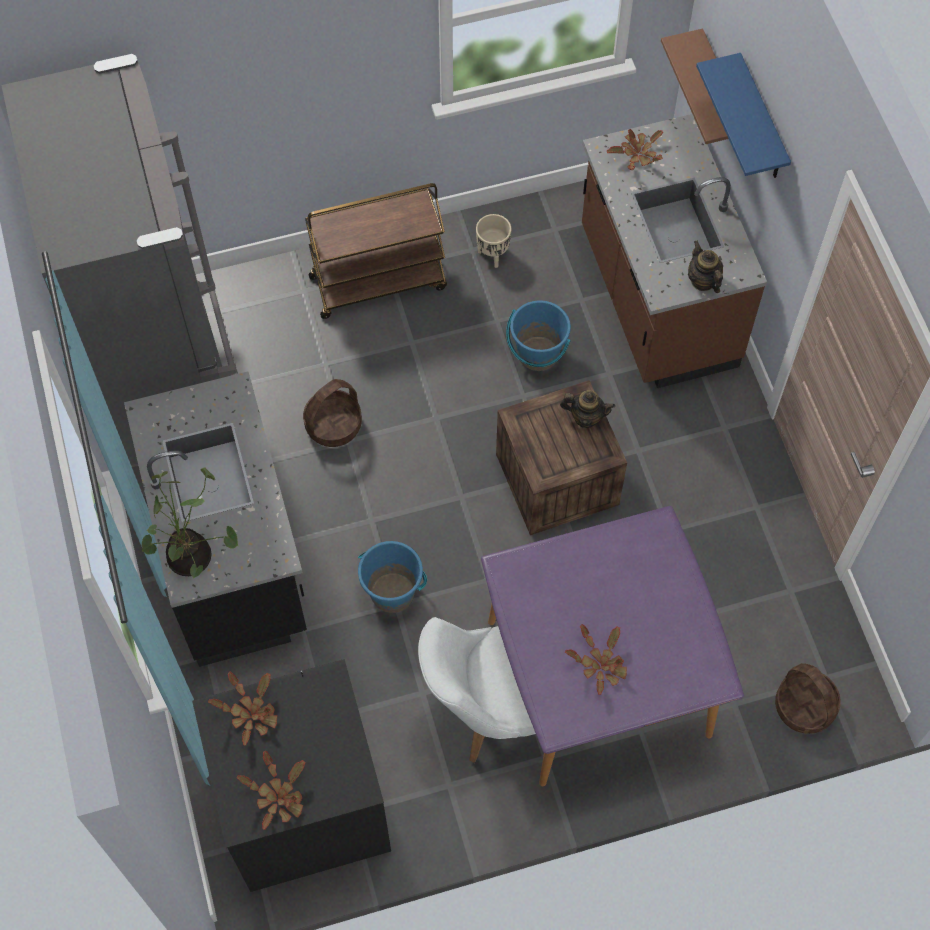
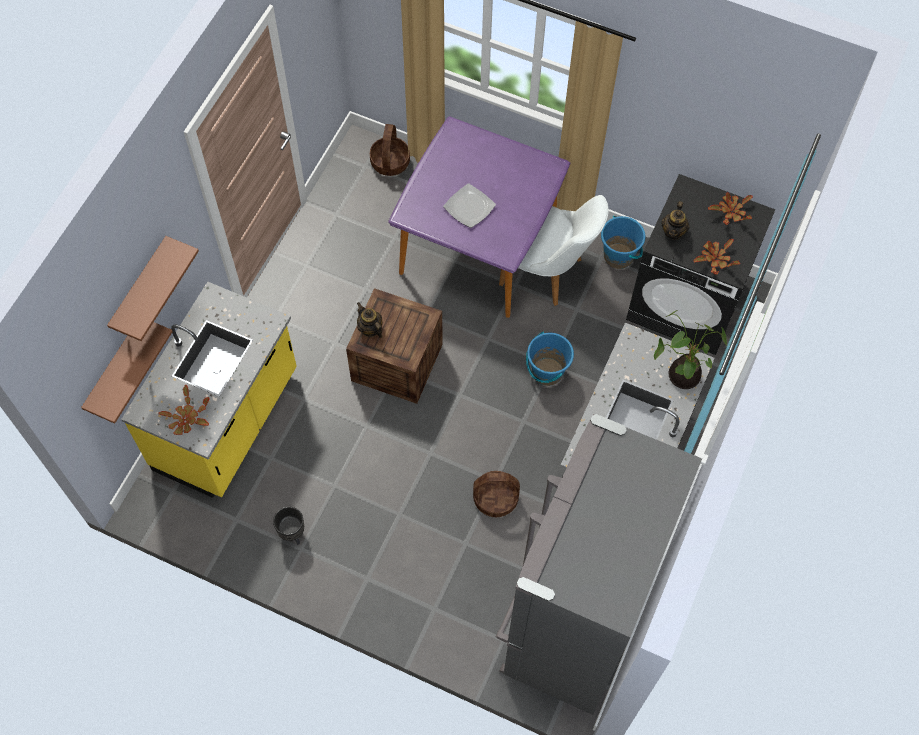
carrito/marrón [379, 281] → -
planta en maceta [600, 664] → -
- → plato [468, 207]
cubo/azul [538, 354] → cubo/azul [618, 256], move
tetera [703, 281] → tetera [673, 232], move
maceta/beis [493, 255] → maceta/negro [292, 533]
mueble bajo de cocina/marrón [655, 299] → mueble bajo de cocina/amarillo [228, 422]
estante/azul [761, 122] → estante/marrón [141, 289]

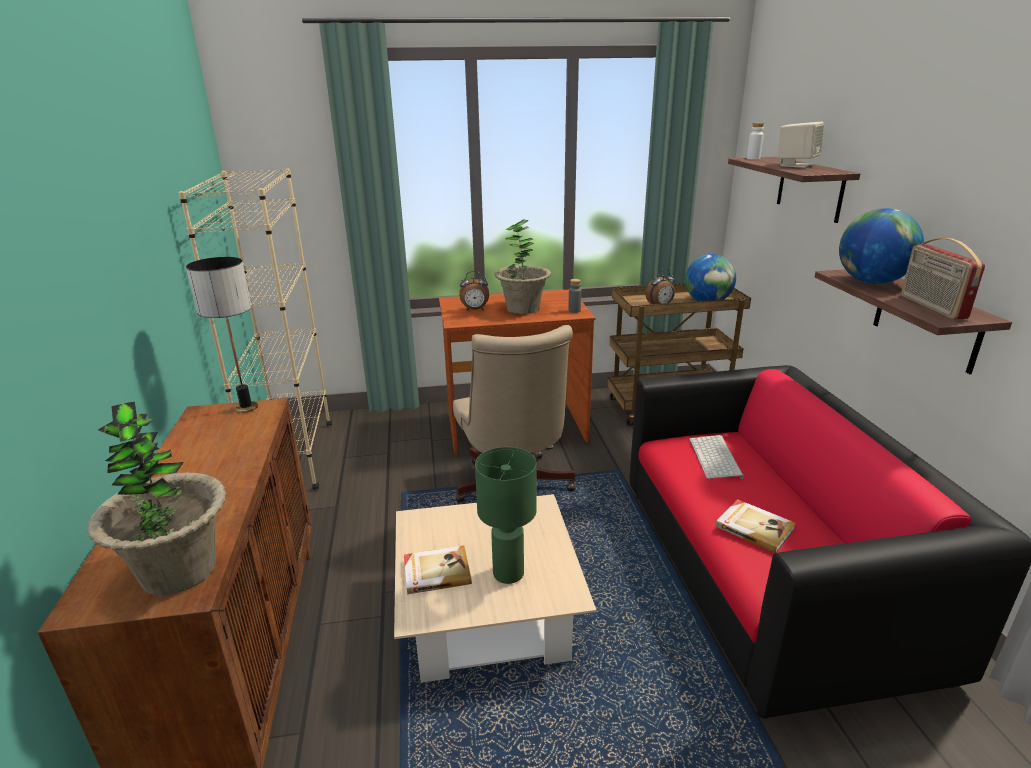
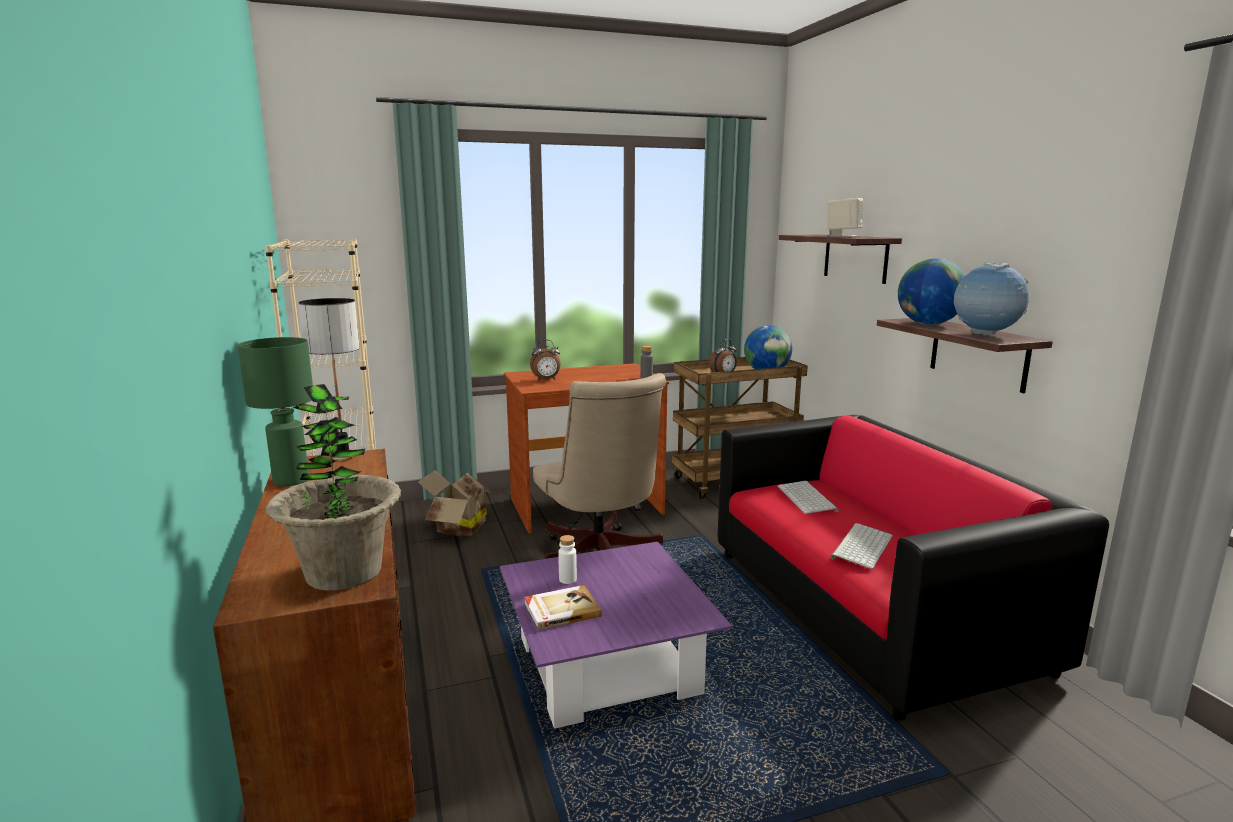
planta en maceta [523, 309] → -
- → caja de cartón [457, 528]
lámpara de mesa/verde [509, 574] → lámpara de mesa/verde [291, 481], move
botella/blanco [753, 158] → botella/blanco [567, 579], move
libro [754, 527] → teclado [861, 546]
radio [931, 307] → globo terráqueo [985, 335]
mesa de centro/beis [488, 615] → mesa de centro/morado [607, 665]

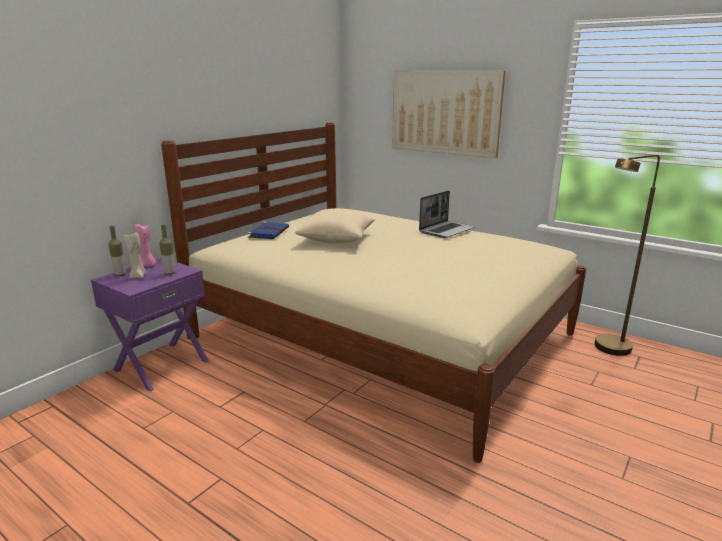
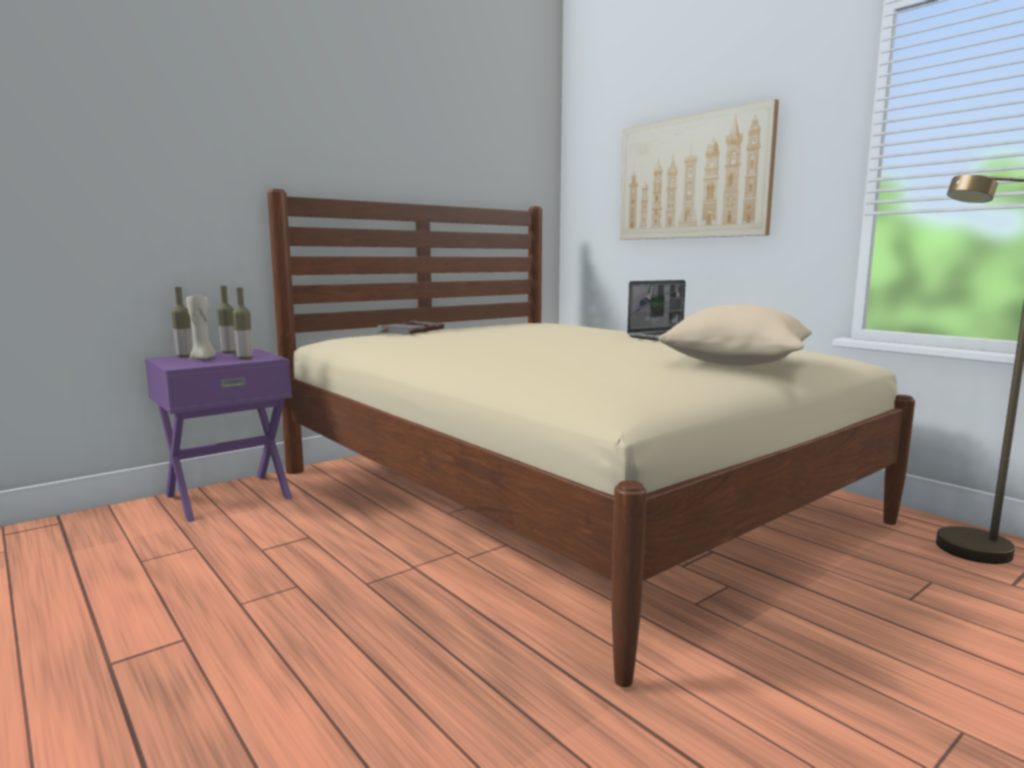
cojín/beis [337, 239] → cojín/beis [736, 363], move
vela/rosa [147, 265] → botella [228, 353]
libro/azul [269, 232] → libro/gris [412, 331]

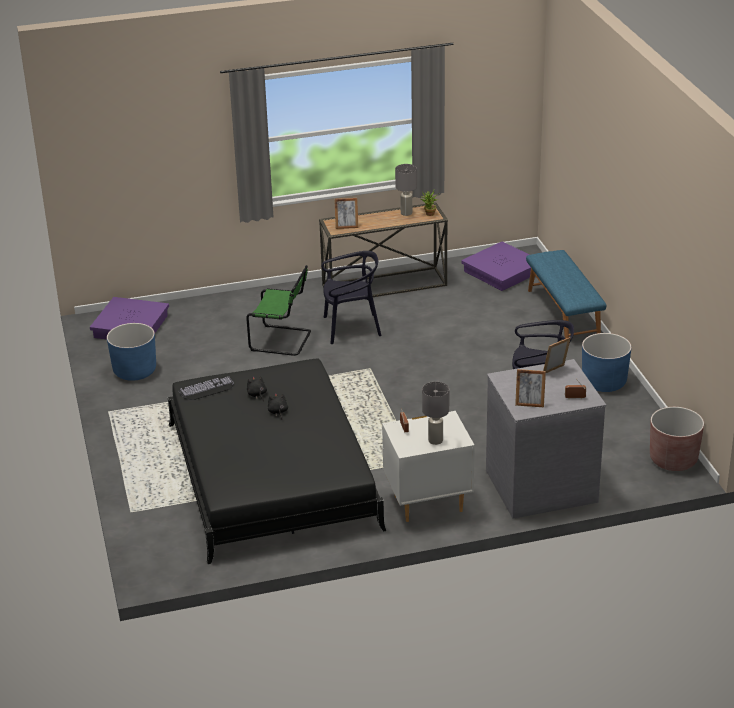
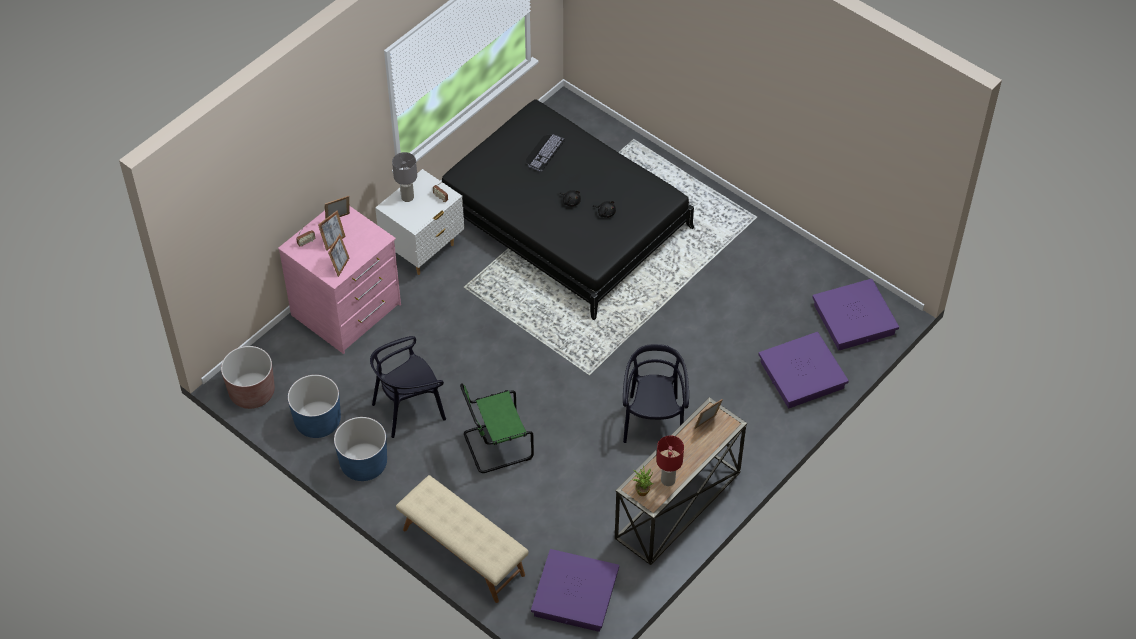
- → portarretratos [333, 241]
- → caja de almacenaje/morado [802, 375]
maceta/azul [135, 371] → maceta/azul [318, 421], move
teclado [207, 389] → teclado [544, 151], move
silla/verde [283, 341] → silla/verde [495, 446], move
lámpara de mesa/gris [406, 213] → lámpara de mesa/rojo [667, 480]
cómoda/gris [540, 485] → cómoda/rosa [347, 311]
banco/azul [564, 314] → banco/beis [462, 552]
silla/negro [351, 328] → silla/negro [653, 421], 135 degrees clockwise

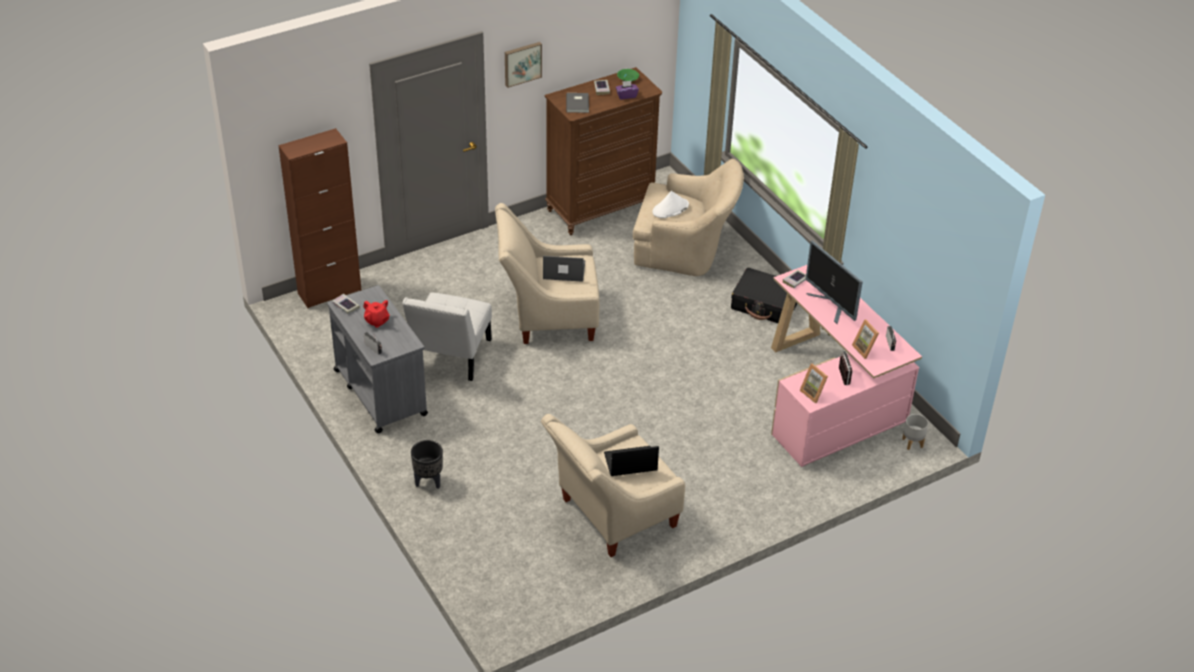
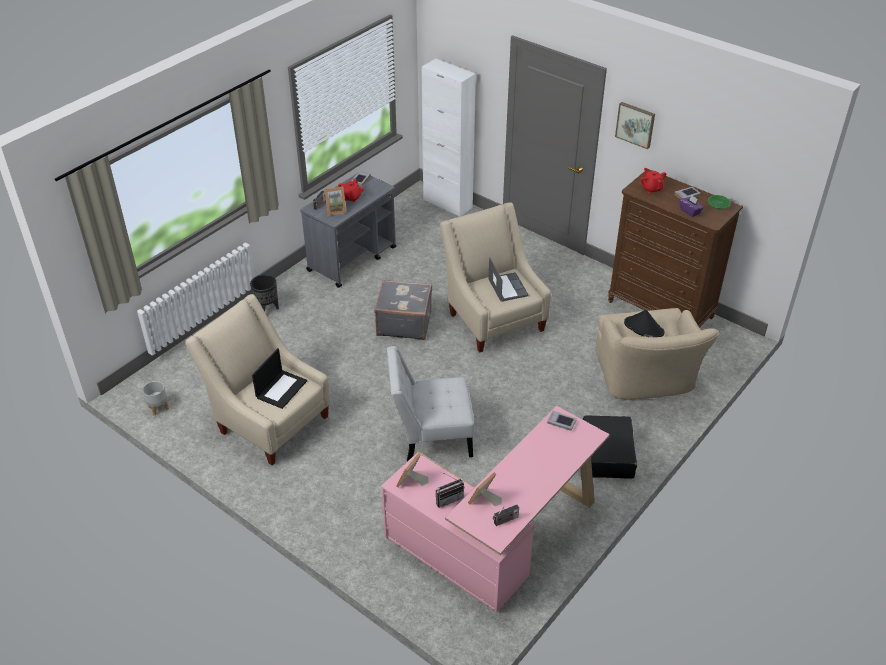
monitor [831, 306] → -
- → portarretratos [335, 210]
- → maleta/gris [404, 323]
silla/blanco [450, 357] → silla/blanco [431, 436], move
maceta/gris [912, 443] → maceta/gris [158, 408], move
libro/gris [578, 103] → tetera/rojo [651, 188]
armario/marrón [329, 292] → armario/blanco [447, 203]
sombrero/blanco [670, 209] → sombrero/negro [643, 328]
portátil [630, 462] → portátil [281, 389], 60 degrees clockwise

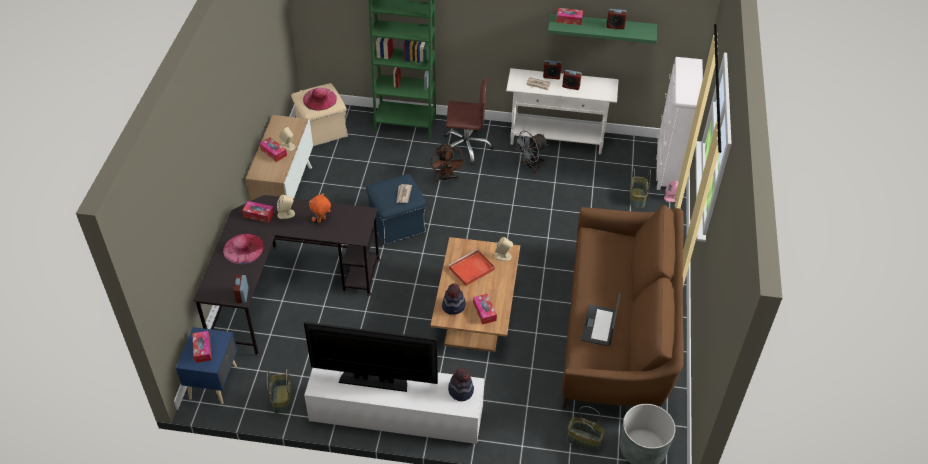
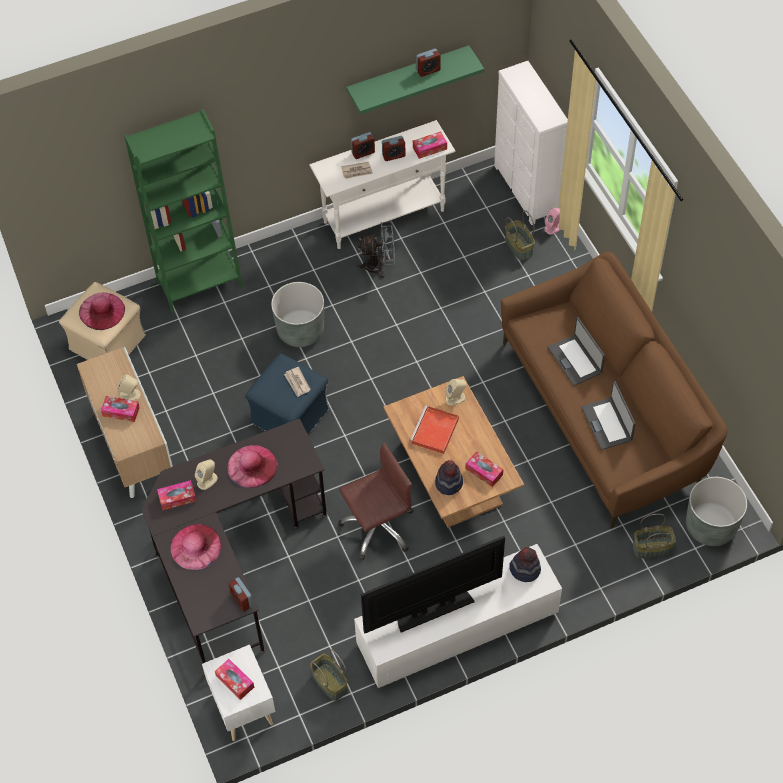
- → portátil [575, 360]
silla de oficina/marrón [466, 147] → silla de oficina/marrón [377, 527], move
caja de pañuelos [569, 20] → caja de pañuelos [429, 148], move
peluche/naranja [321, 220] → sombrero/rosa [252, 466]
ventilador/marrón [446, 178] → maceta/gris [300, 330]
mesita de noche/azul [214, 382] → mesita de noche/blanco [243, 706]
ventilador/gris [529, 166] → ventilador/gris [379, 266], 120 degrees counterclockwise

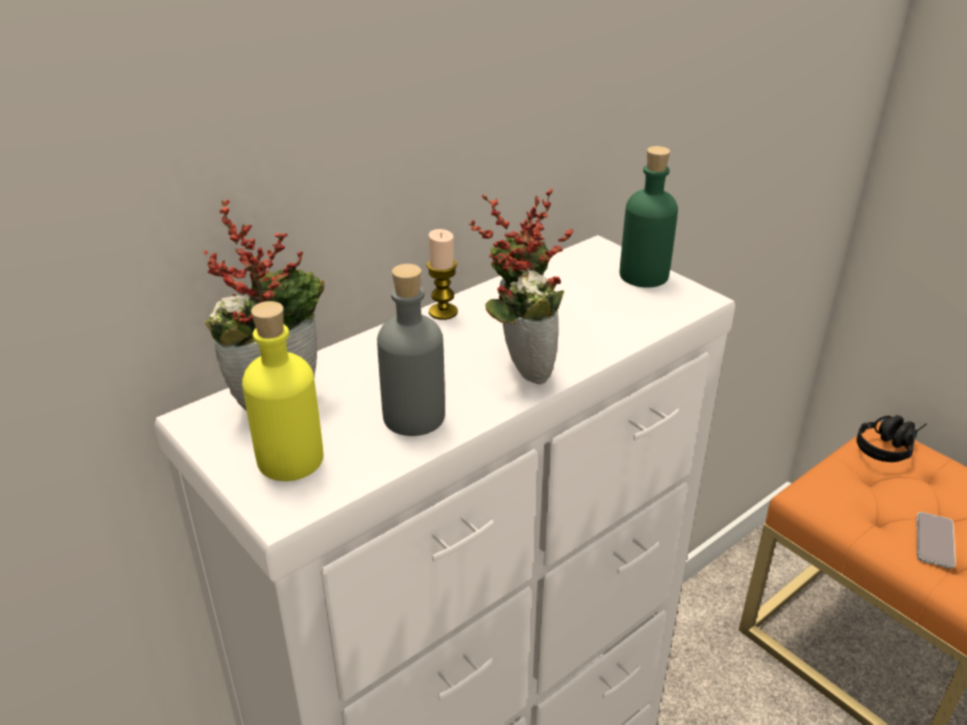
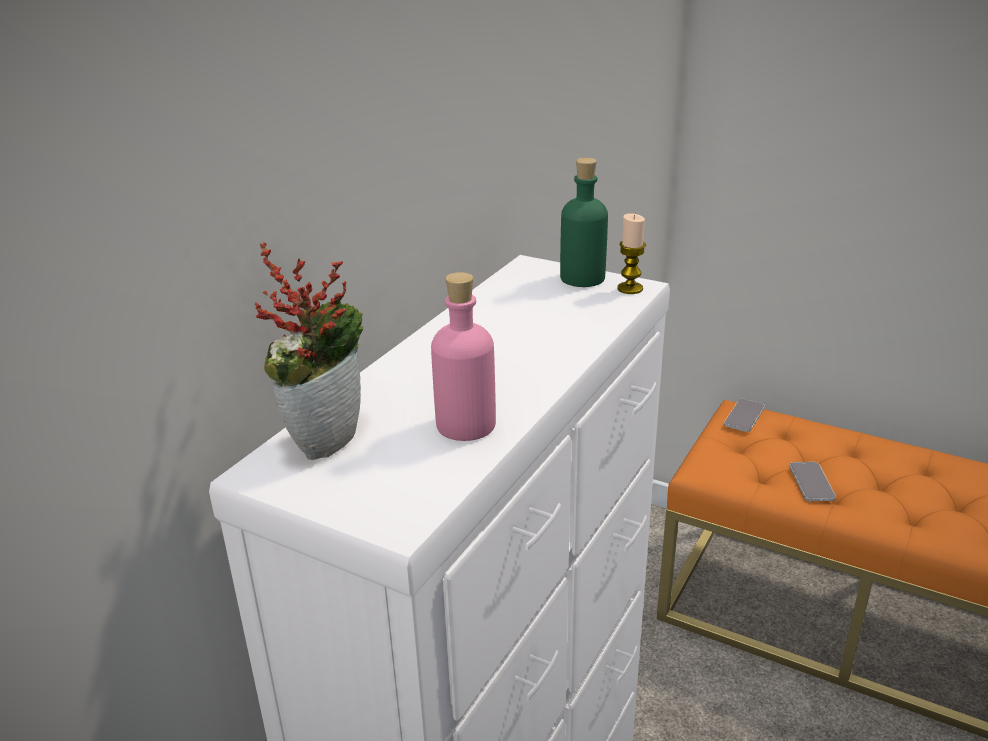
botella/amarillo [290, 459] → -
planta en maceta [519, 366] → -
vela [443, 312] → vela [630, 288], move
auriculares/negro [889, 445] → móvil [744, 416]
botella/gris [414, 417] → botella/rosa [466, 424]

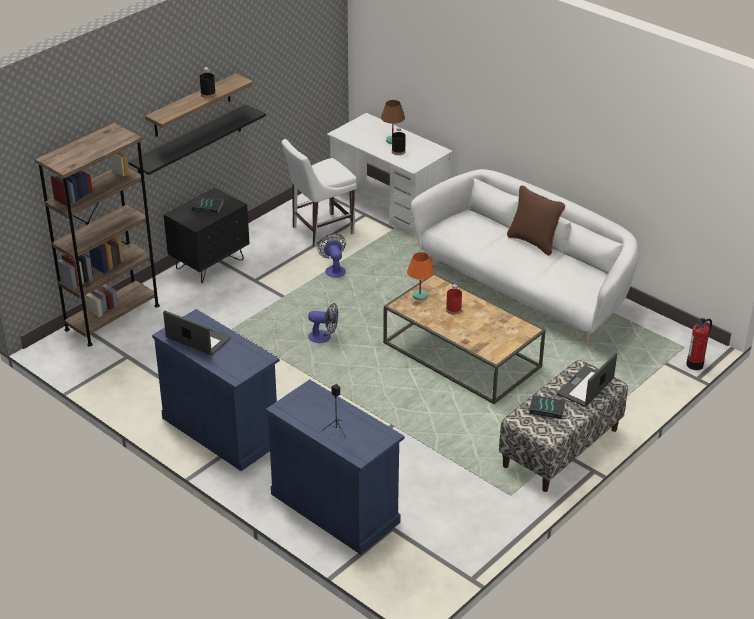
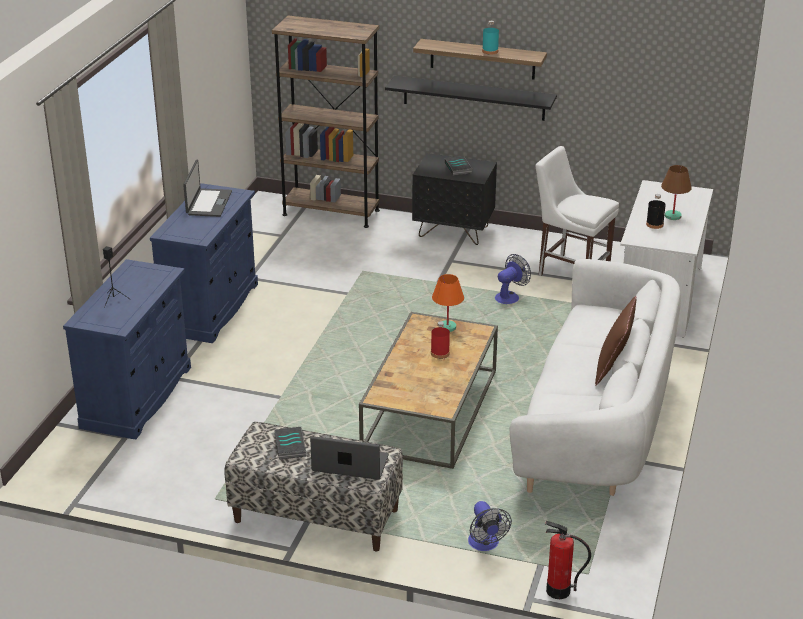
ventilador [324, 337] → ventilador [485, 545], move
botella/negro [208, 94] → botella/turquesa [490, 51]

